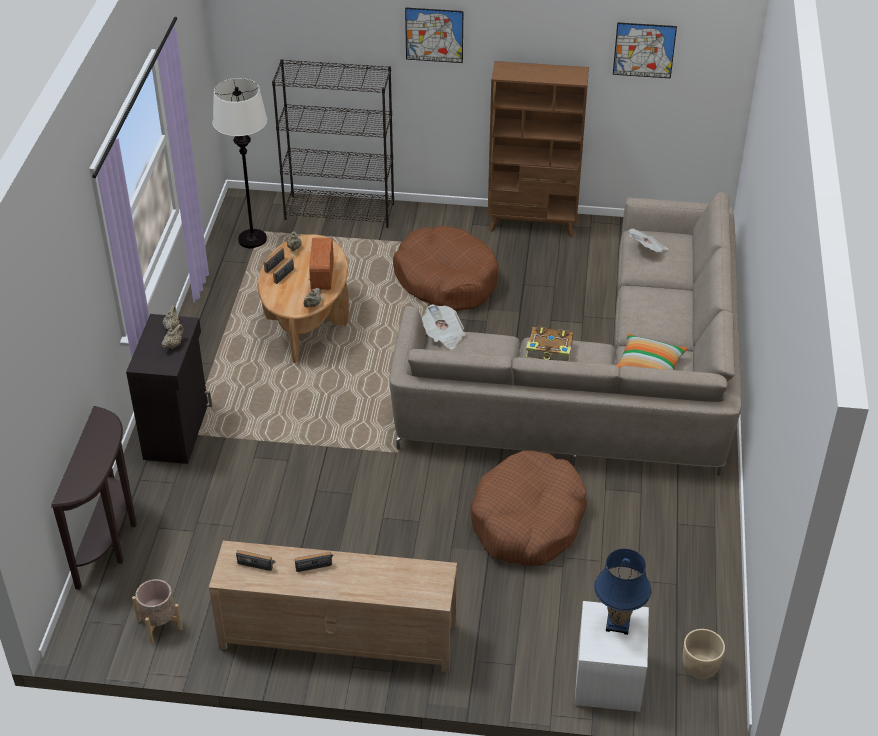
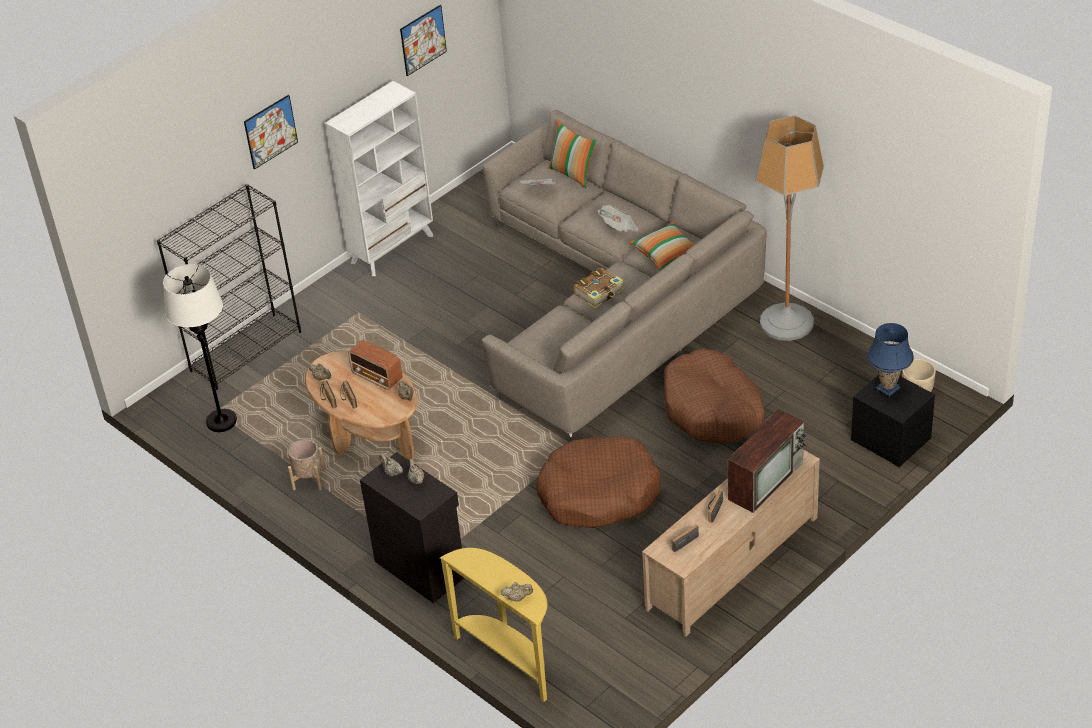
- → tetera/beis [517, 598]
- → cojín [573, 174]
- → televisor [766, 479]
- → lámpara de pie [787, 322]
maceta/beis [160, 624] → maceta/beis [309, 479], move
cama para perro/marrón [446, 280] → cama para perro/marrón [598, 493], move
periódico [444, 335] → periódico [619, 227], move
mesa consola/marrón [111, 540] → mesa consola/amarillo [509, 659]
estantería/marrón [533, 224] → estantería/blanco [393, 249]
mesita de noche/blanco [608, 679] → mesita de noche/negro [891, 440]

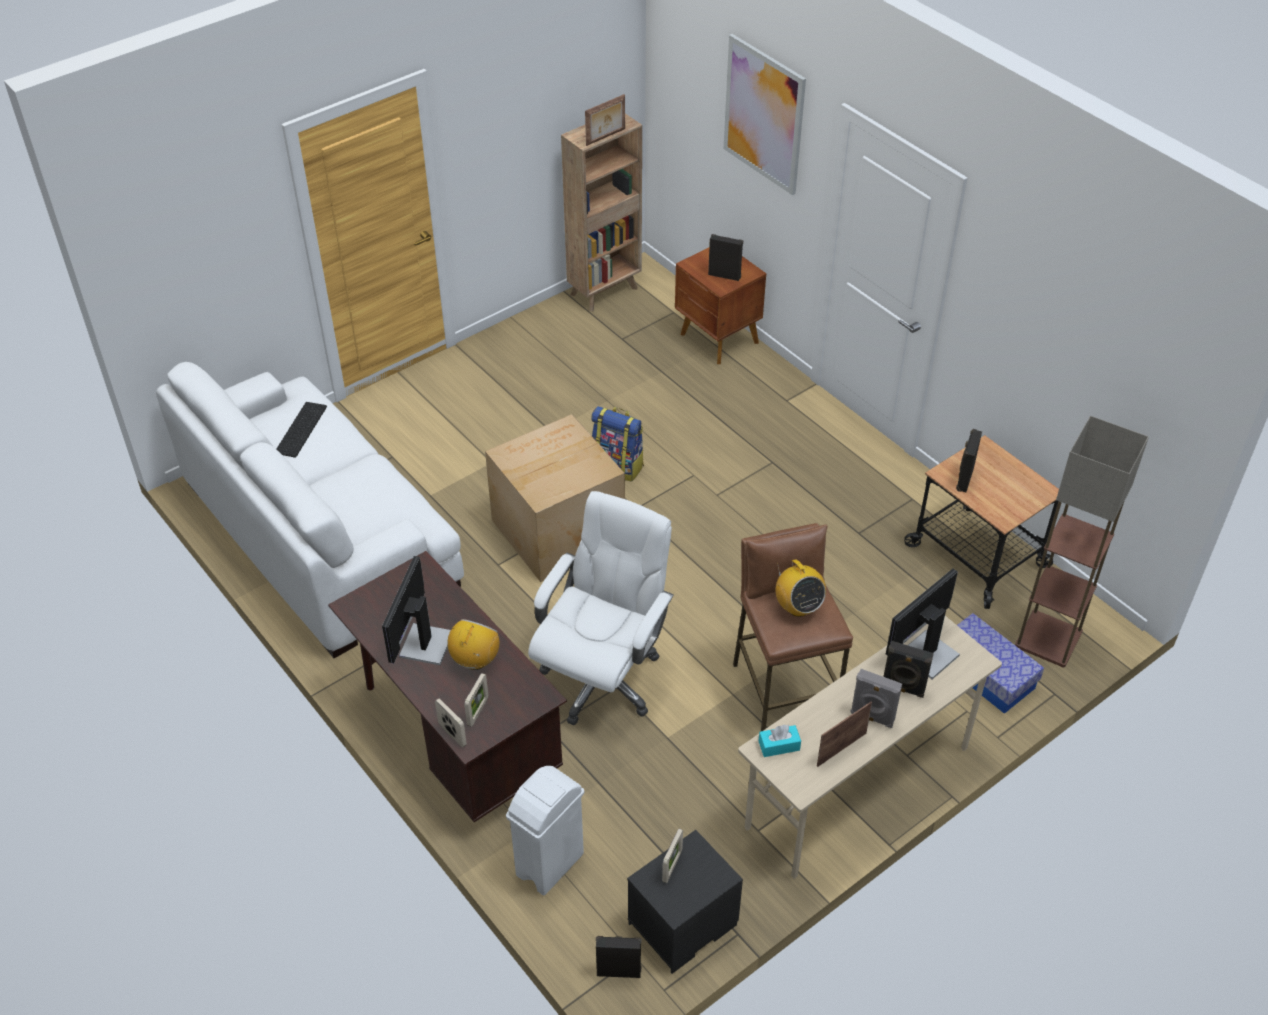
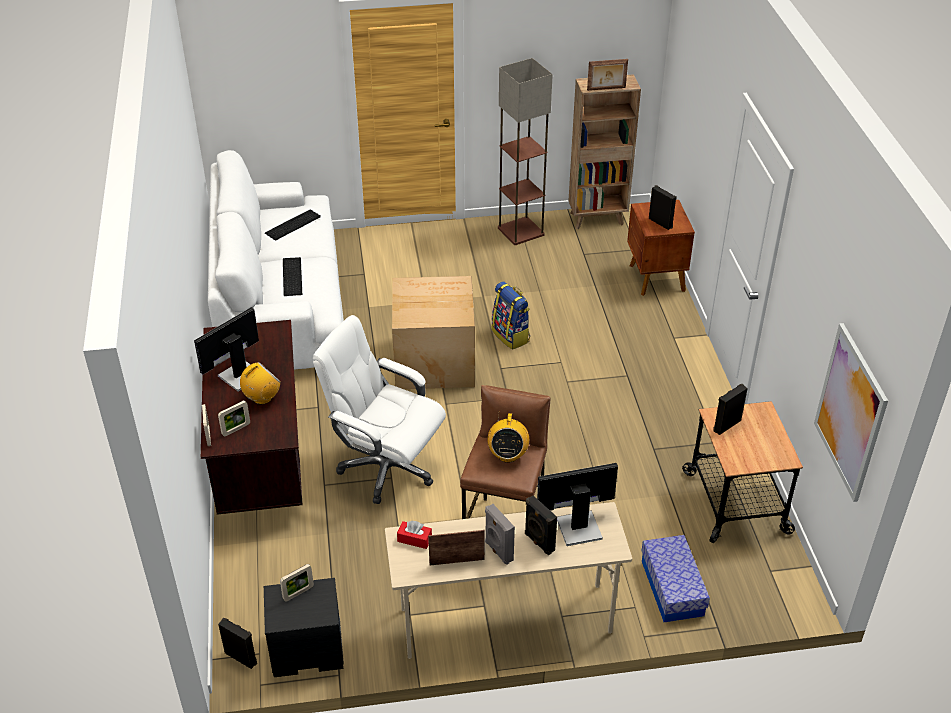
papelera/blanco [549, 865] → -
- → teclado [291, 276]
cuadro [764, 114] → cuadro [850, 412], move
lámpara de pie [1049, 640] → lámpara de pie [520, 232], move
caja de pañuelos/turquesa [779, 745] → caja de pañuelos/rojo [414, 539]
silla de oficina/blanco [602, 677] → silla de oficina/blanco [386, 467], 120 degrees counterclockwise

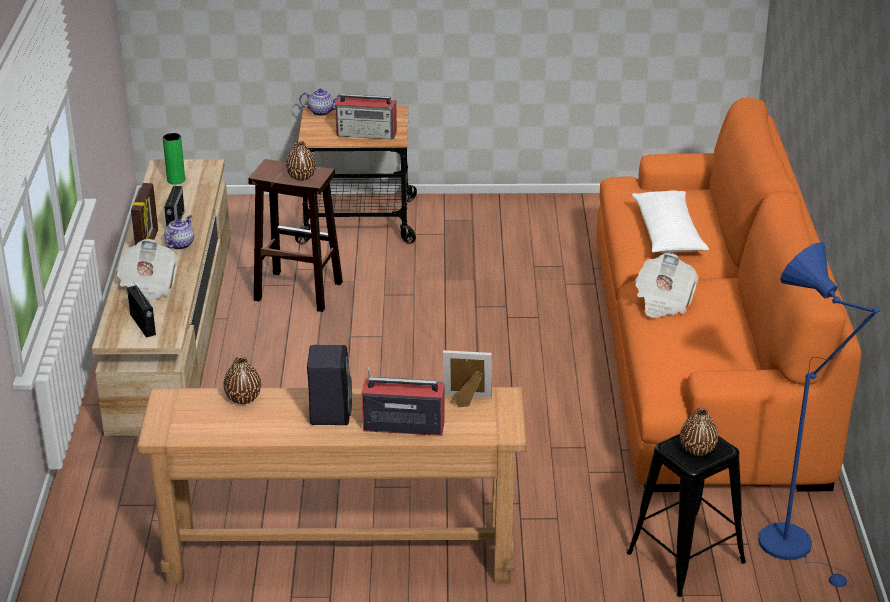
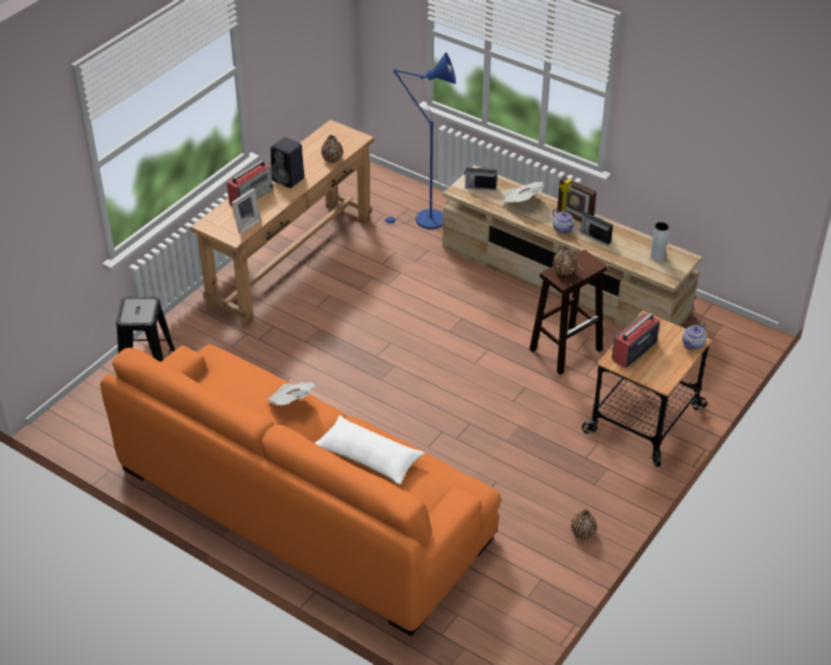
florero/marrón [697, 449] → florero/marrón [582, 533], move
lámpara de pie/azul [794, 547] → lámpara de pie/azul [424, 220], move
florero/verde [176, 180] → florero/gris [657, 256]

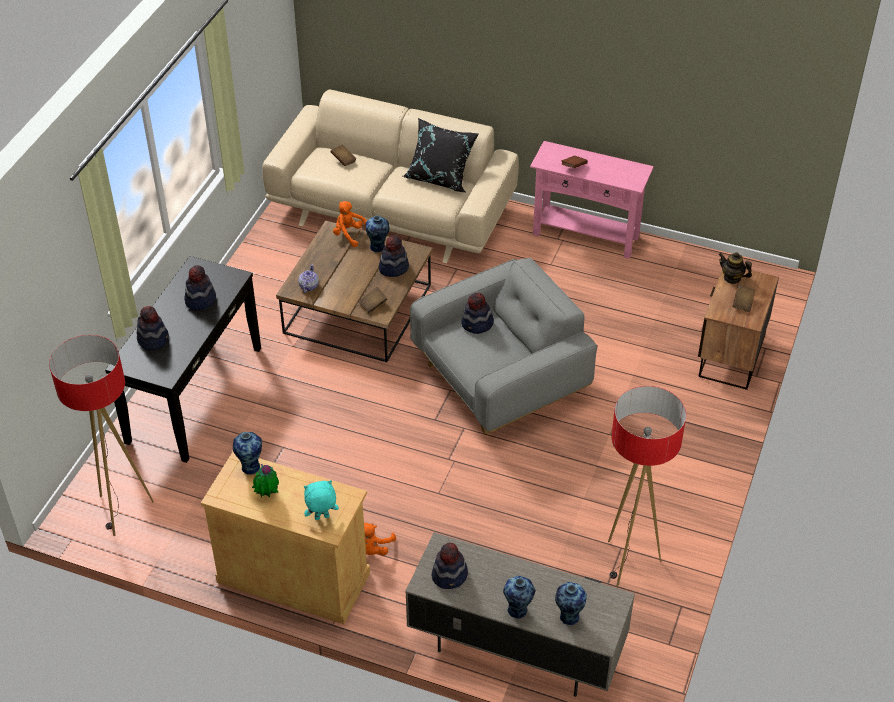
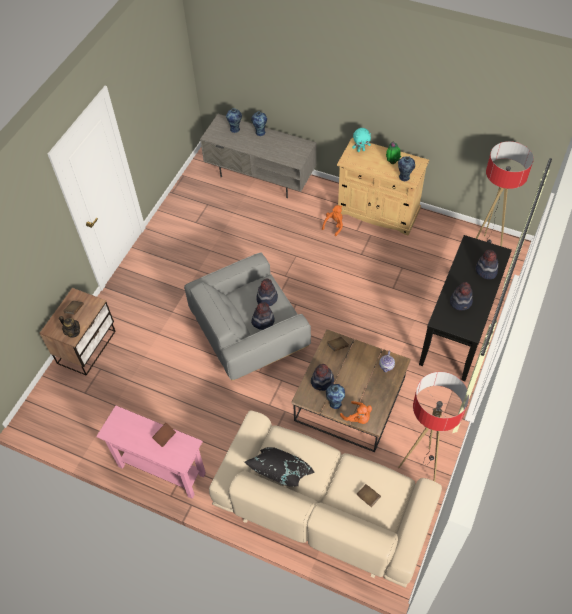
sombrero [450, 575] → sombrero [266, 298], move
lámpara de pie [628, 563] → lámpara de pie [420, 467], move

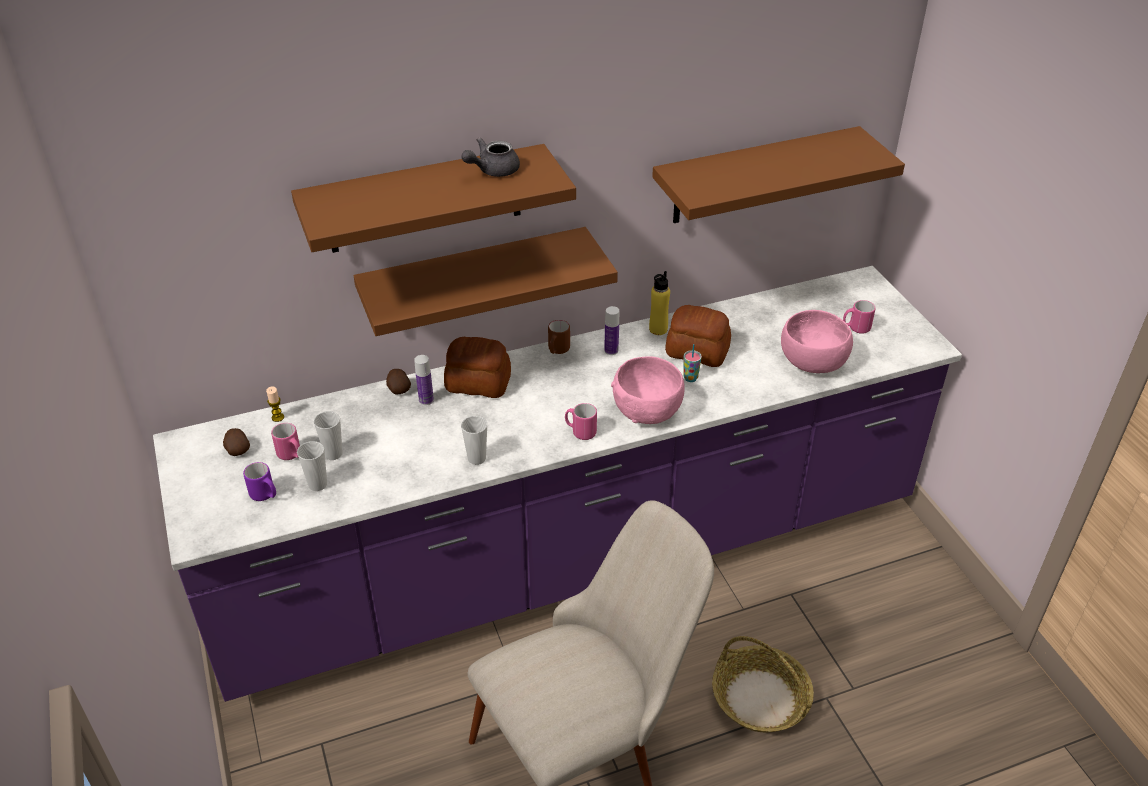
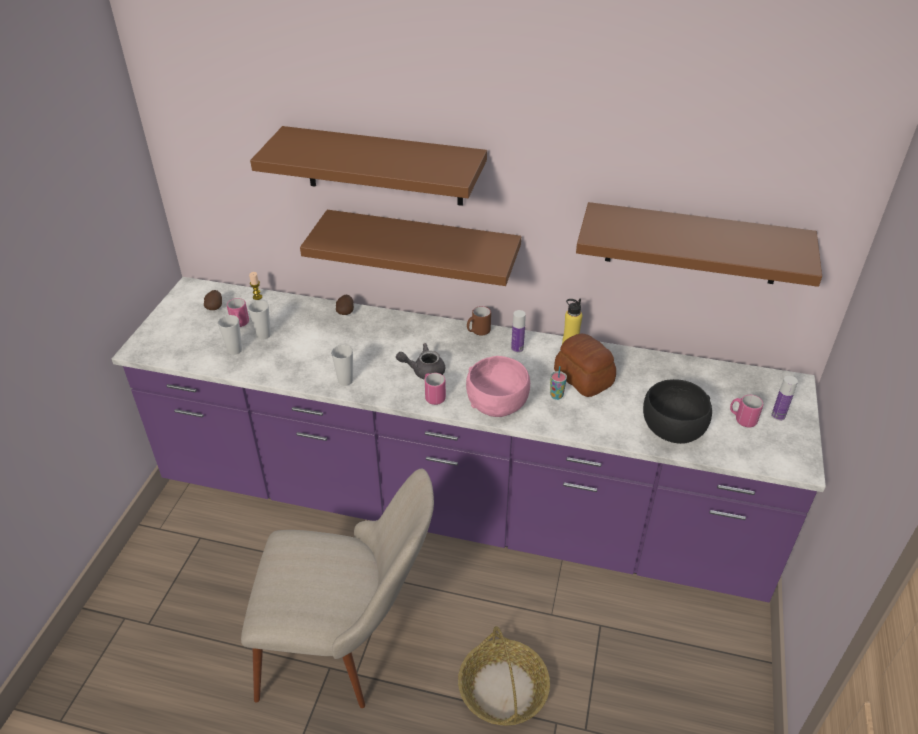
taza grande/morado [265, 495] → -
pan [478, 383] → -
botella [426, 400] → botella [778, 416], move
tetera/gris [492, 170] → tetera/gris [424, 371], move
cuenco/rosa [813, 362] → cuenco/negro [673, 430]

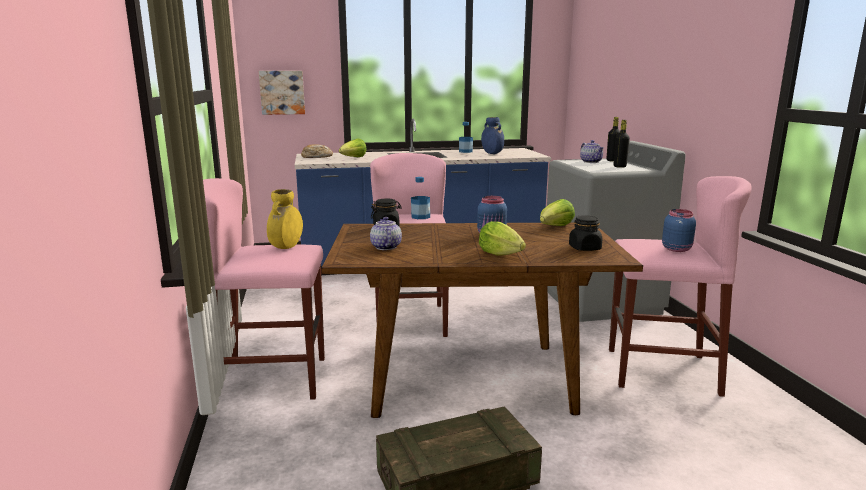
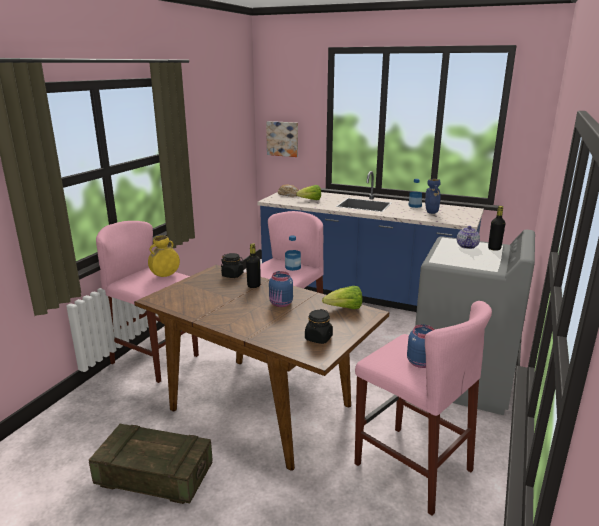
tetera [385, 247] → -
lechuga [500, 254] → -
botella/negro [619, 166] → botella/negro [254, 286], move

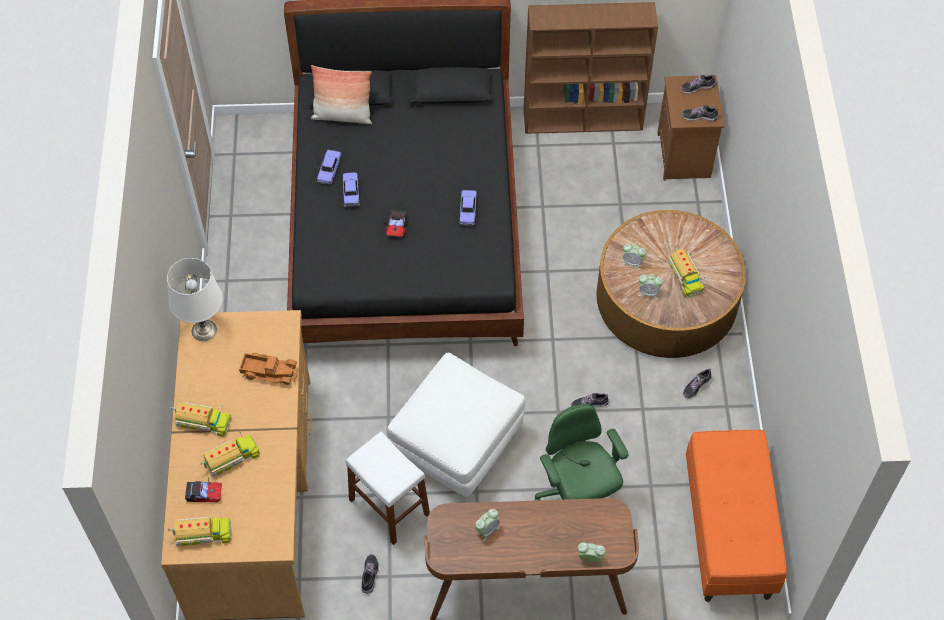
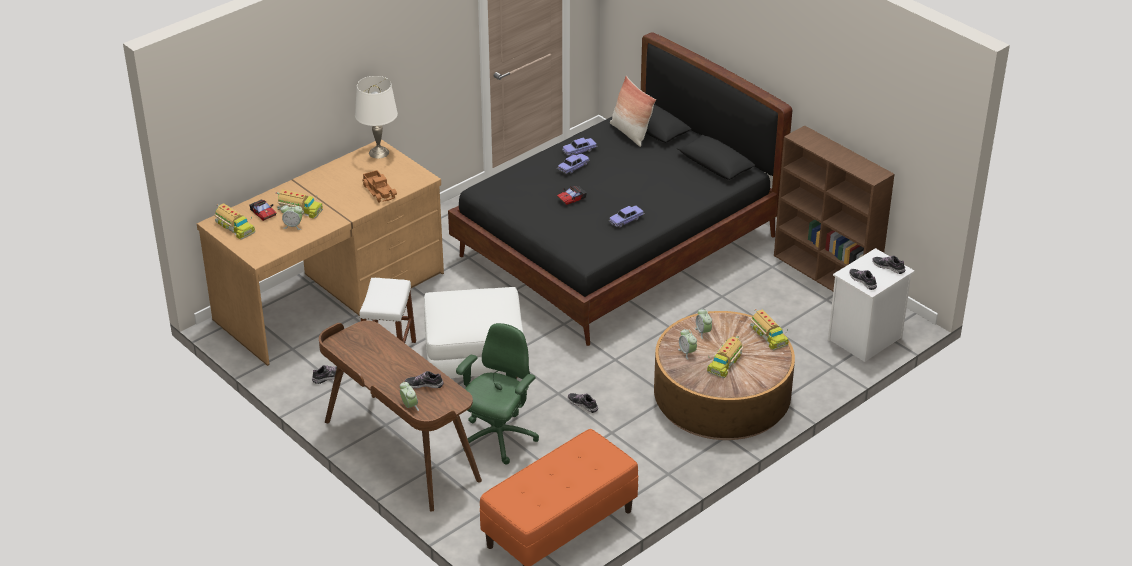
camión de juguete [203, 422] → camión de juguete [768, 335], move
despertador [487, 530] → despertador [293, 226], move
zapato [696, 386] → zapato [424, 384], move
mesita de noche/marrón [685, 156] → mesita de noche/blanco [865, 339]

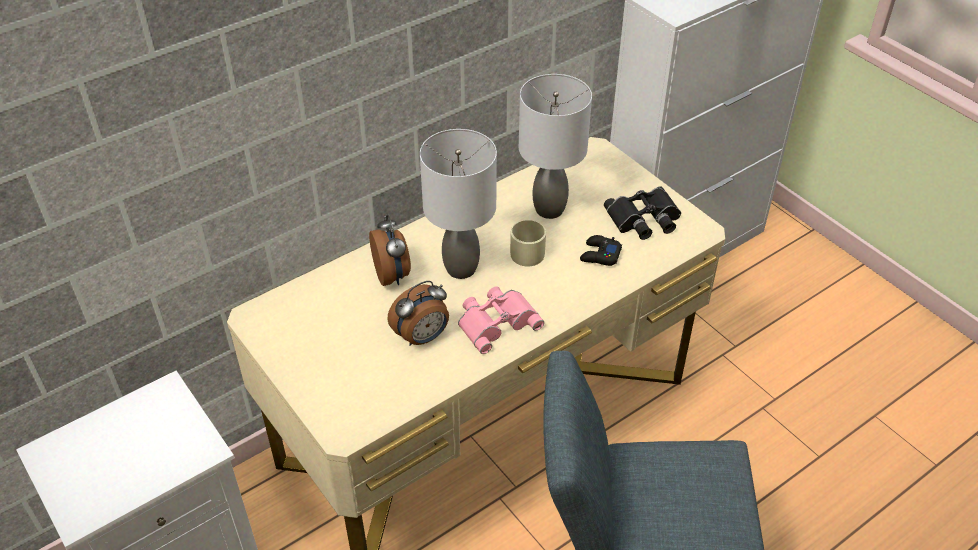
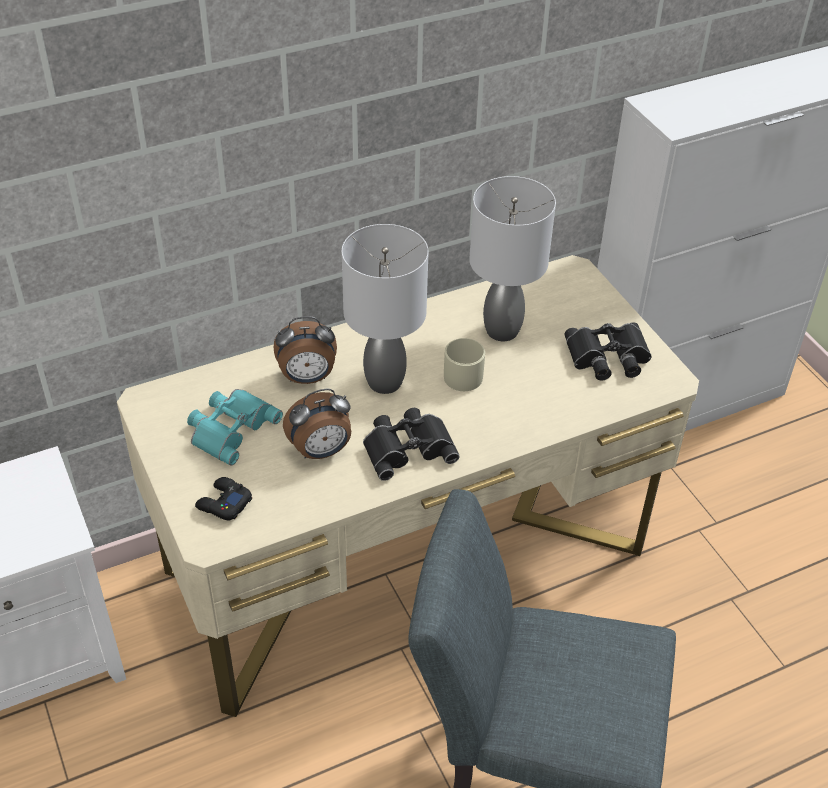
- → prismáticos/turquesa [230, 428]
mando de consola/negro [600, 255] → mando de consola/negro [223, 503], move
prismáticos/rosa [496, 321] → prismáticos/negro [408, 447]
despertador [392, 275] → despertador [307, 378], 90 degrees clockwise

